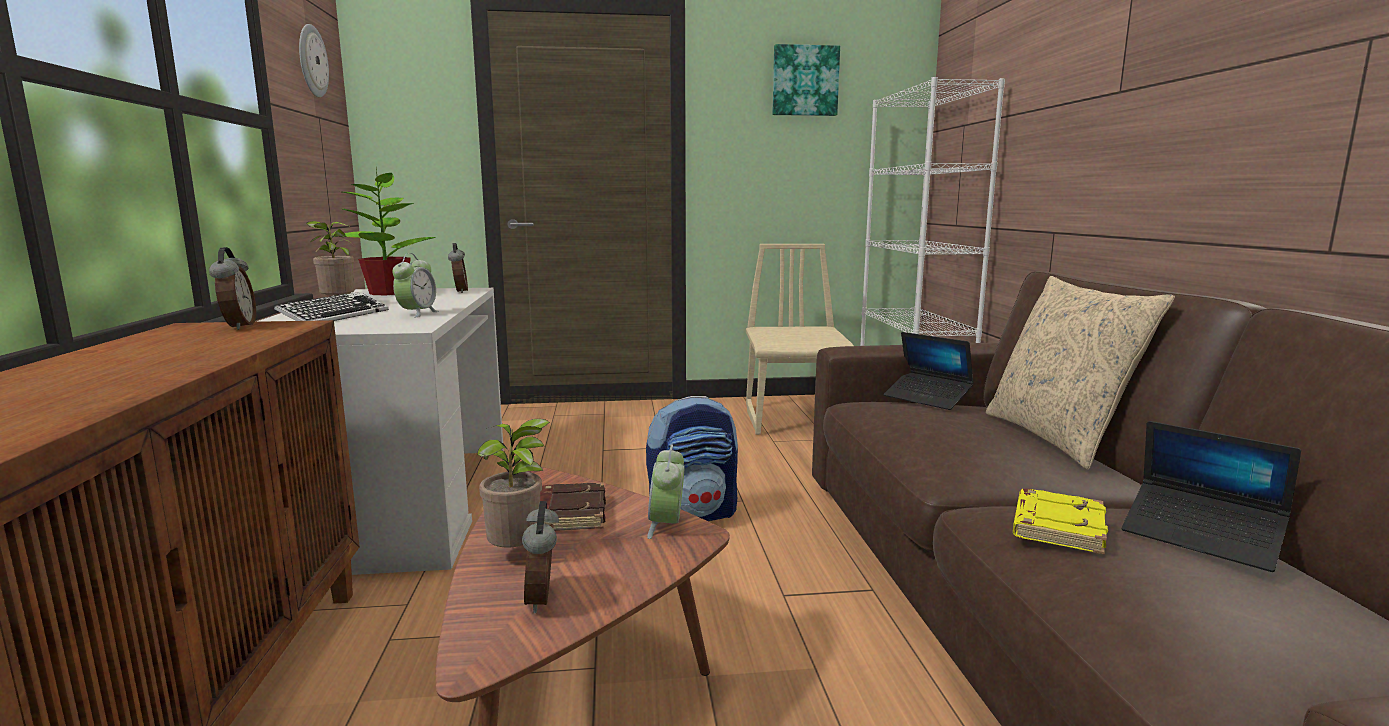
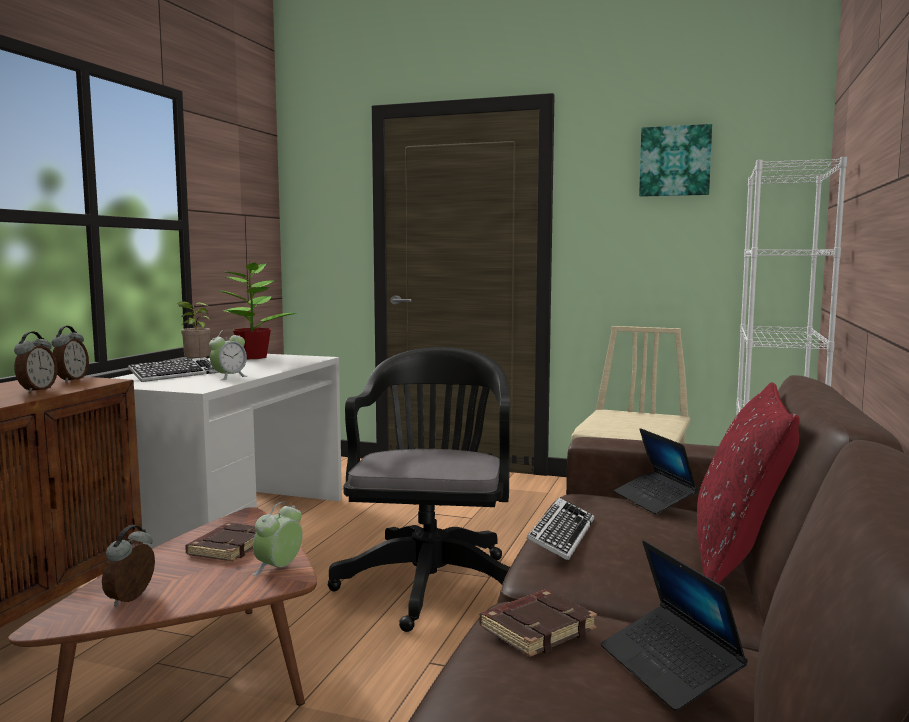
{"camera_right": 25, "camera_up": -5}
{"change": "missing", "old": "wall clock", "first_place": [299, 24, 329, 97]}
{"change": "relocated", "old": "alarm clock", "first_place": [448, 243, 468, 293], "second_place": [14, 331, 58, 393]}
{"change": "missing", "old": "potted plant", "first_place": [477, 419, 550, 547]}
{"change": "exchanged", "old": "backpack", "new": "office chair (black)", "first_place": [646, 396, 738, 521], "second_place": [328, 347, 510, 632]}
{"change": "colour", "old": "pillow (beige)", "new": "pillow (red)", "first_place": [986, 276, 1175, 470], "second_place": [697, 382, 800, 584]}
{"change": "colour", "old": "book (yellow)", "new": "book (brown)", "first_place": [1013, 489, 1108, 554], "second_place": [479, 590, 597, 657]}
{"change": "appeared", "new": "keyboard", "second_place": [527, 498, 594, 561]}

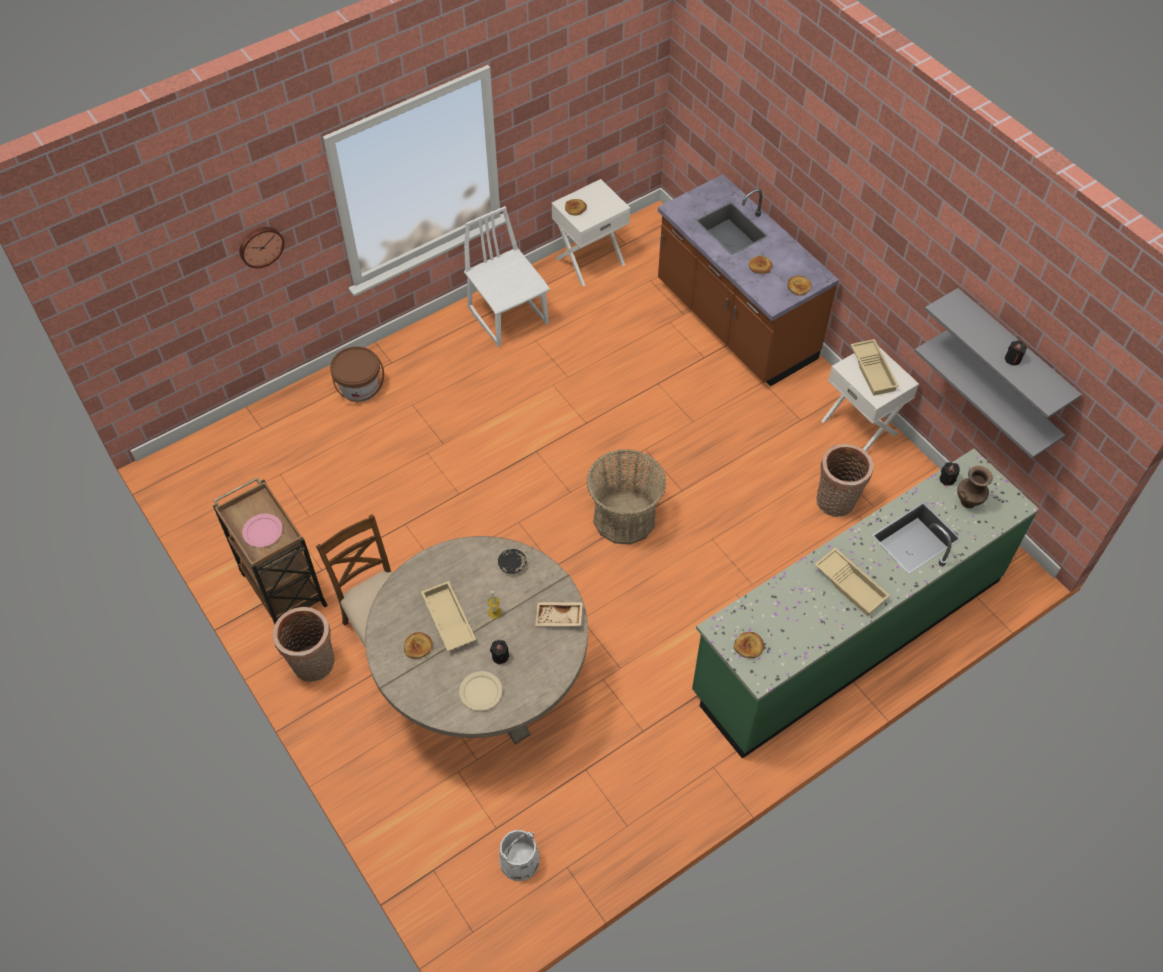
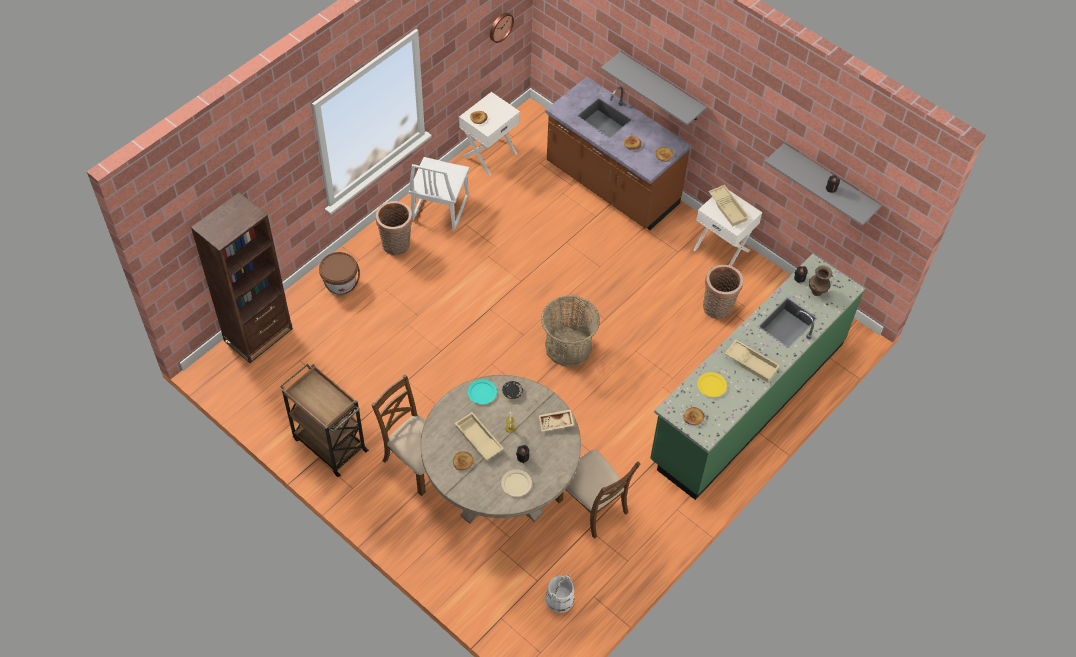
{"camera_right": -15, "camera_up": 0}
{"change": "relocated", "old": "wall clock", "first_place": [240, 227, 285, 268], "second_place": [490, 13, 514, 43]}
{"change": "missing", "old": "plate (pink)", "first_place": [242, 514, 283, 547]}
{"change": "relocated", "old": "basket", "first_place": [273, 607, 335, 682], "second_place": [376, 201, 412, 255]}
{"change": "spun", "old": "chair (white)", "first_place": [464, 206, 550, 347], "second_place": [408, 157, 470, 231], "degrees": -120}
{"change": "relocated", "old": "shelf (grey)", "first_place": [914, 330, 1065, 459], "second_place": [601, 52, 707, 126]}
{"change": "appeared", "new": "bookcase (brown)", "second_place": [191, 192, 293, 363]}
{"change": "appeared", "new": "plate (turquoise)", "second_place": [467, 379, 497, 404]}
{"change": "appeared", "new": "chair (brown)", "second_place": [555, 450, 641, 539]}
{"change": "appeared", "new": "plate (yellow)", "second_place": [697, 372, 727, 397]}

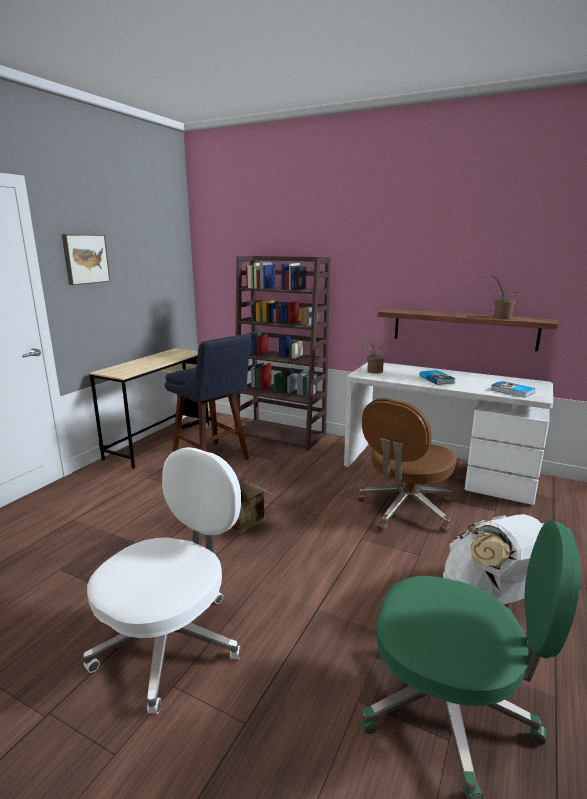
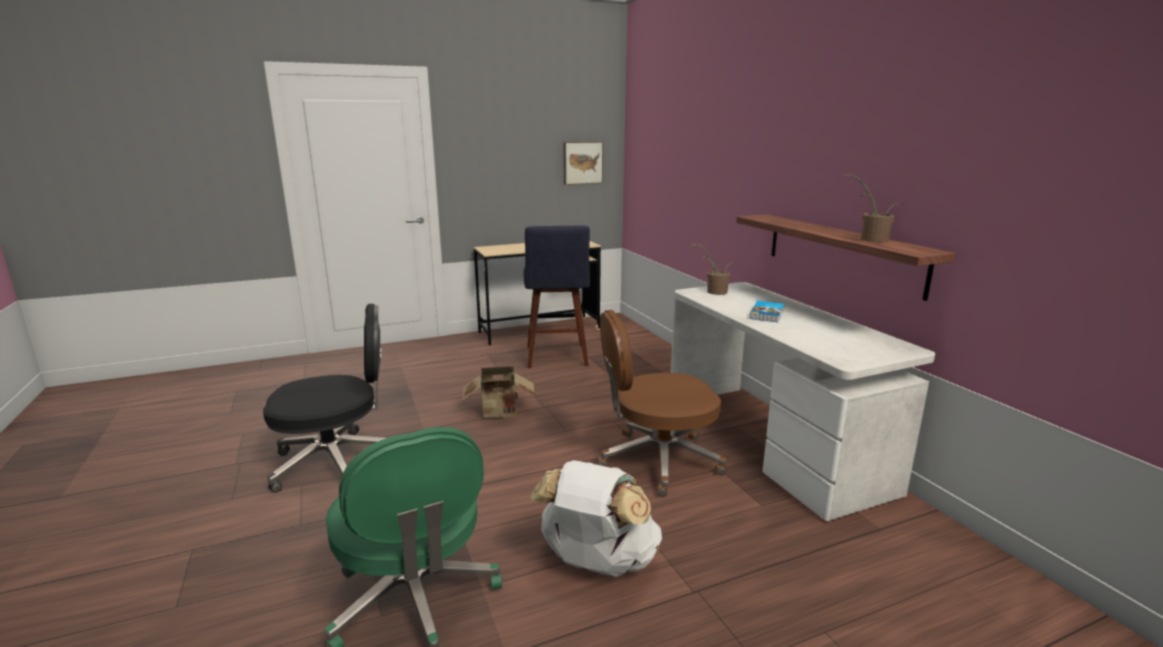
{"camera_right": 40, "camera_up": 0}
{"change": "relocated", "old": "picture", "first_place": [62, 234, 110, 285], "second_place": [563, 142, 603, 185]}
{"change": "colour", "old": "office chair (white)", "new": "office chair (black)", "first_place": [83, 447, 241, 714], "second_place": [263, 304, 386, 493]}
{"change": "missing", "old": "bookcase (brown)", "first_place": [235, 256, 330, 451]}
{"change": "missing", "old": "book", "first_place": [490, 381, 535, 398]}

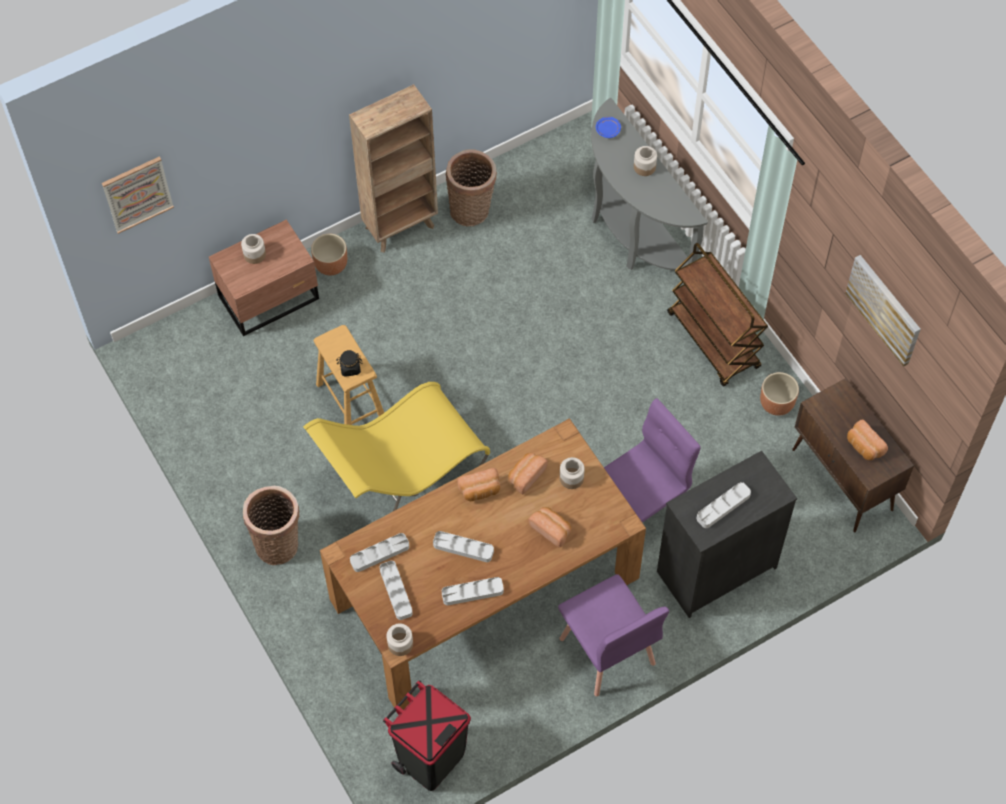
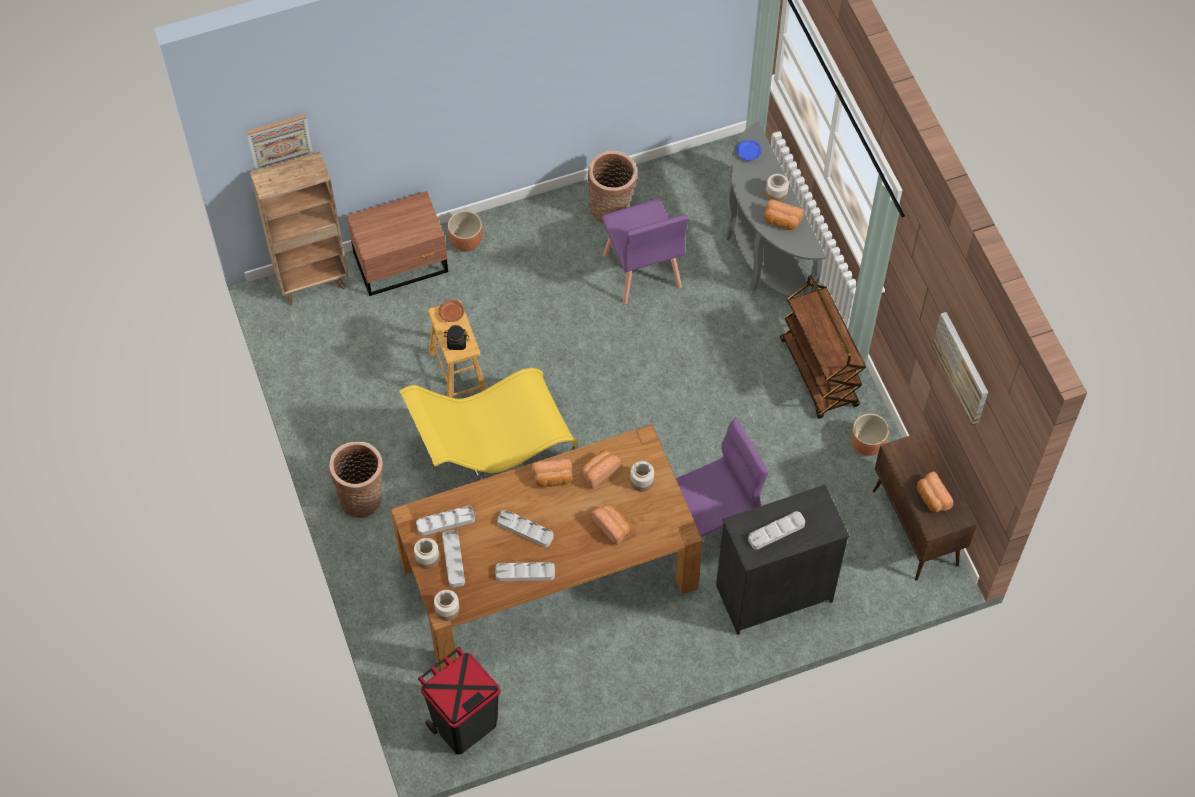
{"camera_right": 10, "camera_up": 0}
{"change": "relocated", "old": "jar", "first_place": [241, 234, 266, 264], "second_place": [414, 538, 439, 569]}
{"change": "relocated", "old": "bookcase (brown)", "first_place": [349, 84, 438, 253], "second_place": [250, 151, 349, 306]}
{"change": "relocated", "old": "chair (purple)", "first_place": [558, 574, 669, 697], "second_place": [602, 200, 688, 304]}
{"change": "appeared", "new": "plate (brown)", "second_place": [439, 300, 464, 322]}
{"change": "appeared", "new": "bread", "second_place": [764, 199, 804, 230]}

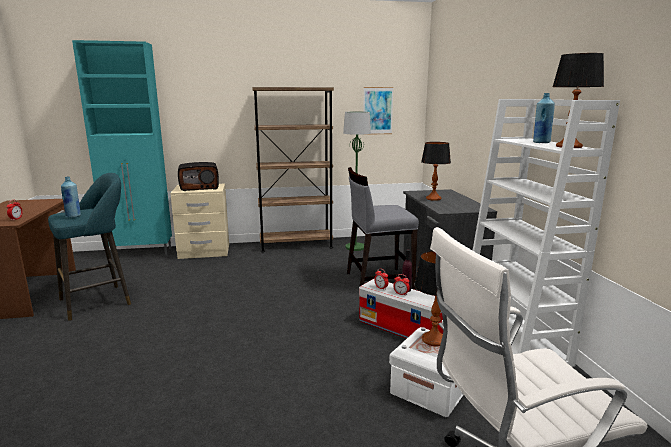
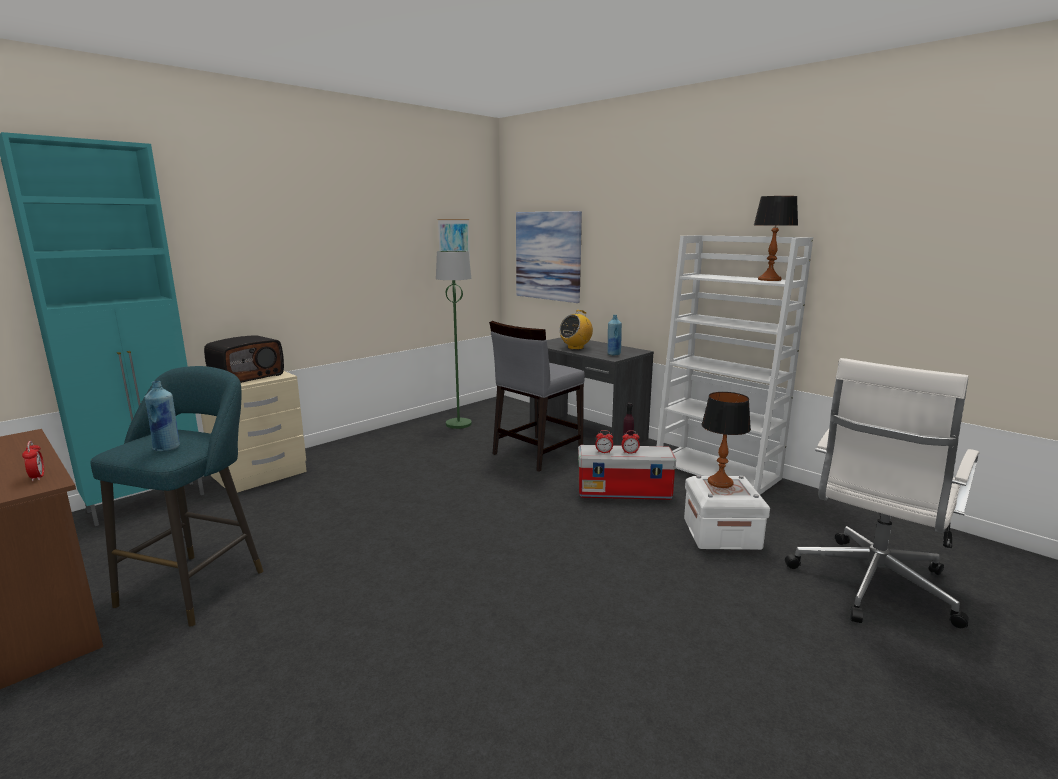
{"camera_right": -35, "camera_up": 0}
{"change": "missing", "old": "bookcase (brown)", "first_place": [252, 87, 334, 252]}
{"change": "exchanged", "old": "table lamp", "new": "radio", "first_place": [421, 142, 451, 201], "second_place": [559, 310, 593, 350]}
{"change": "relocated", "old": "bottle (blue)", "first_place": [533, 93, 555, 143], "second_place": [608, 315, 622, 355]}
{"change": "appeared", "new": "picture", "second_place": [516, 211, 582, 303]}

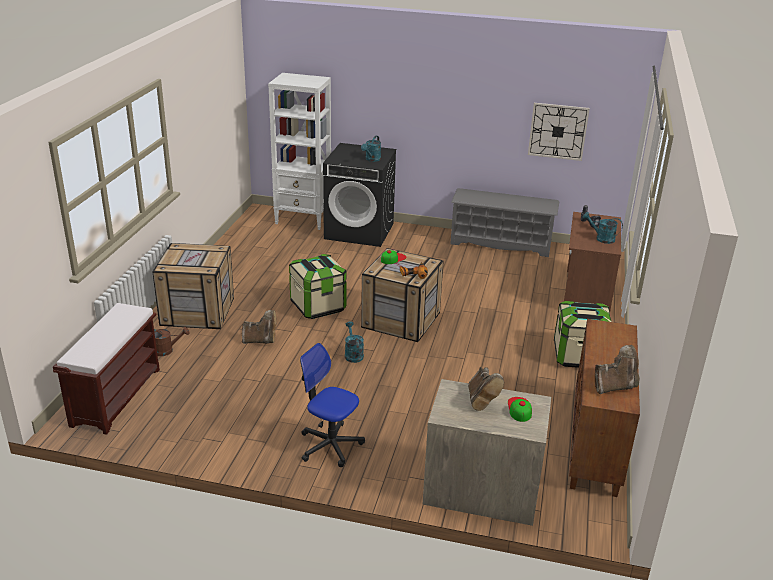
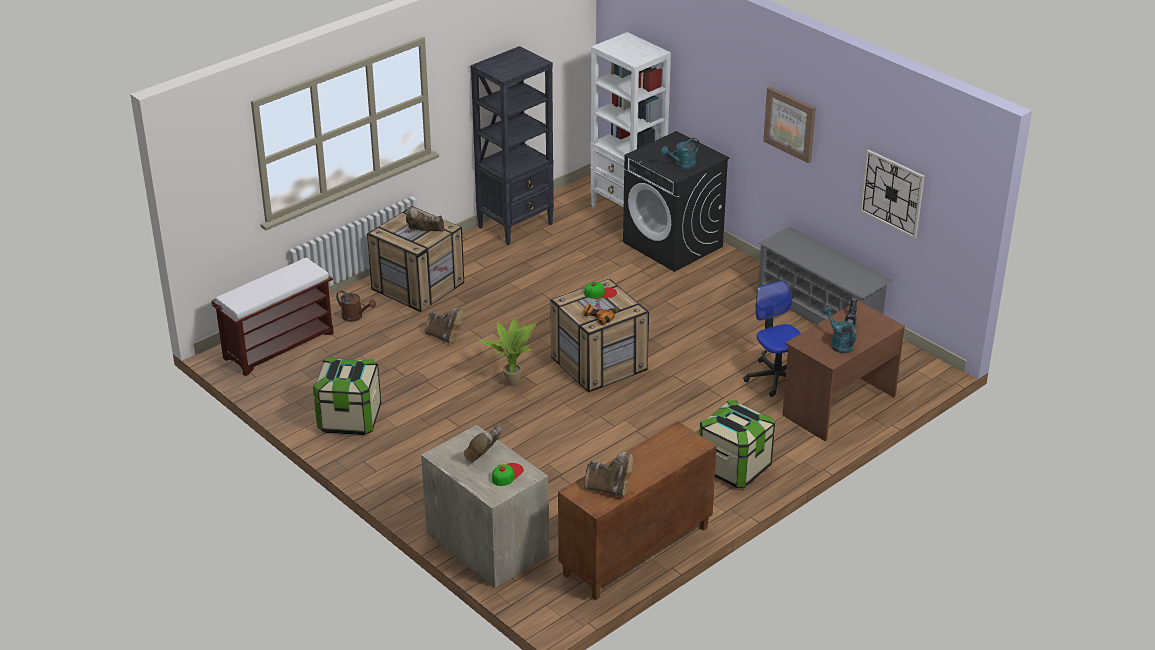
{"camera_right": 35, "camera_up": 5}
{"change": "relocated", "old": "storage box", "first_place": [289, 254, 347, 319], "second_place": [313, 357, 381, 435]}
{"change": "relocated", "old": "office chair", "first_place": [300, 343, 365, 467], "second_place": [743, 280, 801, 397]}
{"change": "exchanged", "old": "watering can (turquoise)", "new": "potted plant", "first_place": [345, 321, 364, 363], "second_place": [479, 317, 538, 386]}
{"change": "appeared", "new": "boot (brown)", "second_place": [406, 207, 444, 232]}
{"change": "appeared", "new": "bookcase (black)", "second_place": [471, 46, 554, 245]}
{"change": "appeared", "new": "picture", "second_place": [763, 87, 816, 163]}

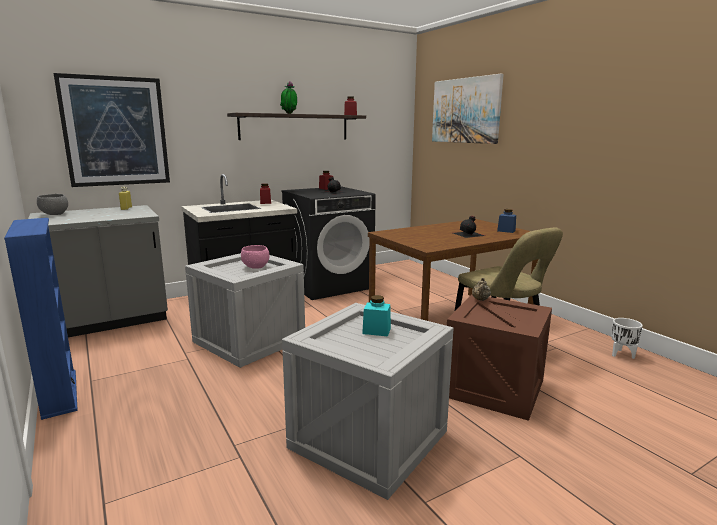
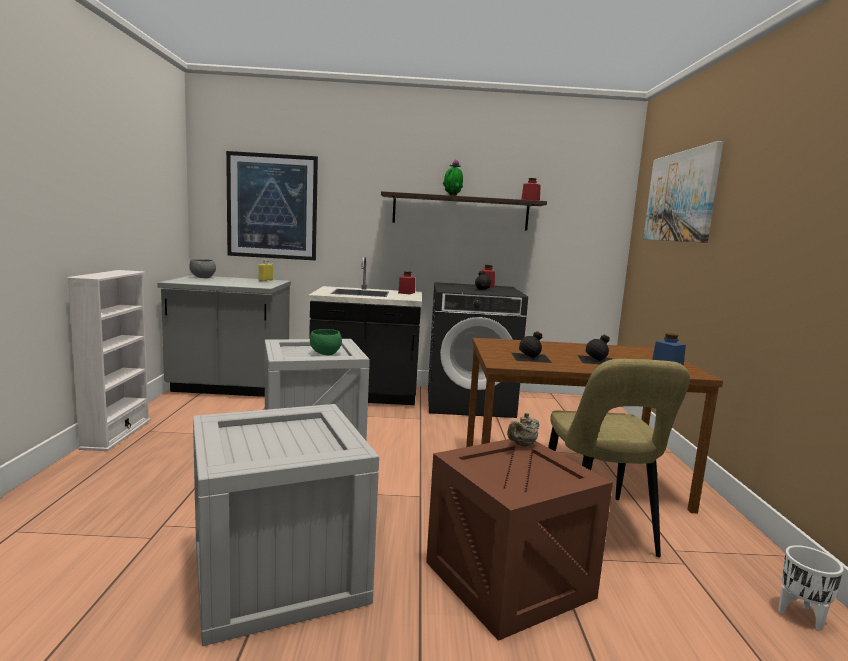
{"camera_right": 30, "camera_up": -5}
{"change": "colour", "old": "bookcase (blue)", "new": "bookcase (white)", "first_place": [4, 218, 78, 420], "second_place": [67, 270, 151, 451]}
{"change": "colour", "old": "bowl (pink)", "new": "bowl (green)", "first_place": [241, 245, 270, 269], "second_place": [310, 329, 342, 355]}
{"change": "missing", "old": "jar (turquoise)", "first_place": [362, 295, 391, 336]}
{"change": "appeared", "new": "bottle (black)", "second_place": [512, 331, 552, 363]}

